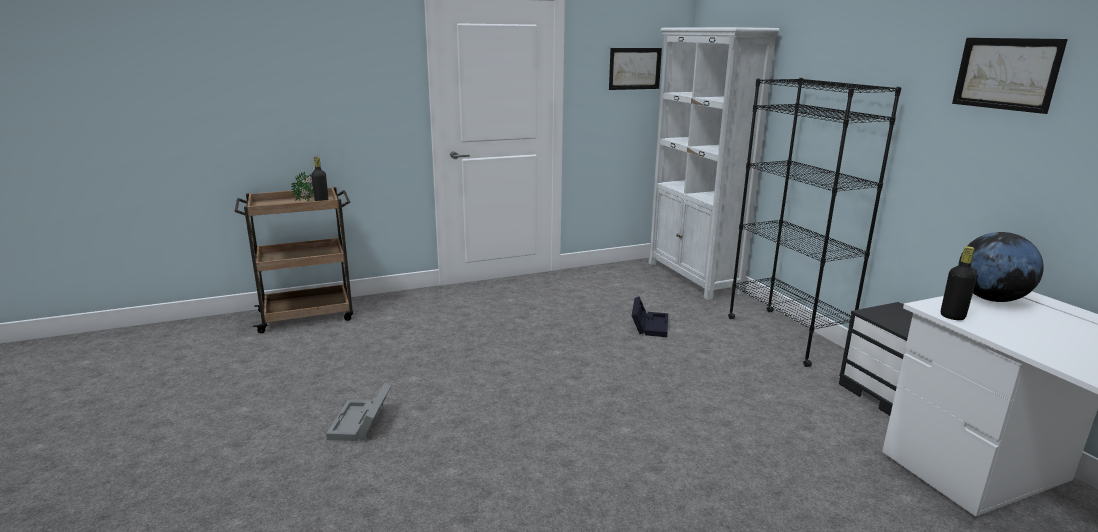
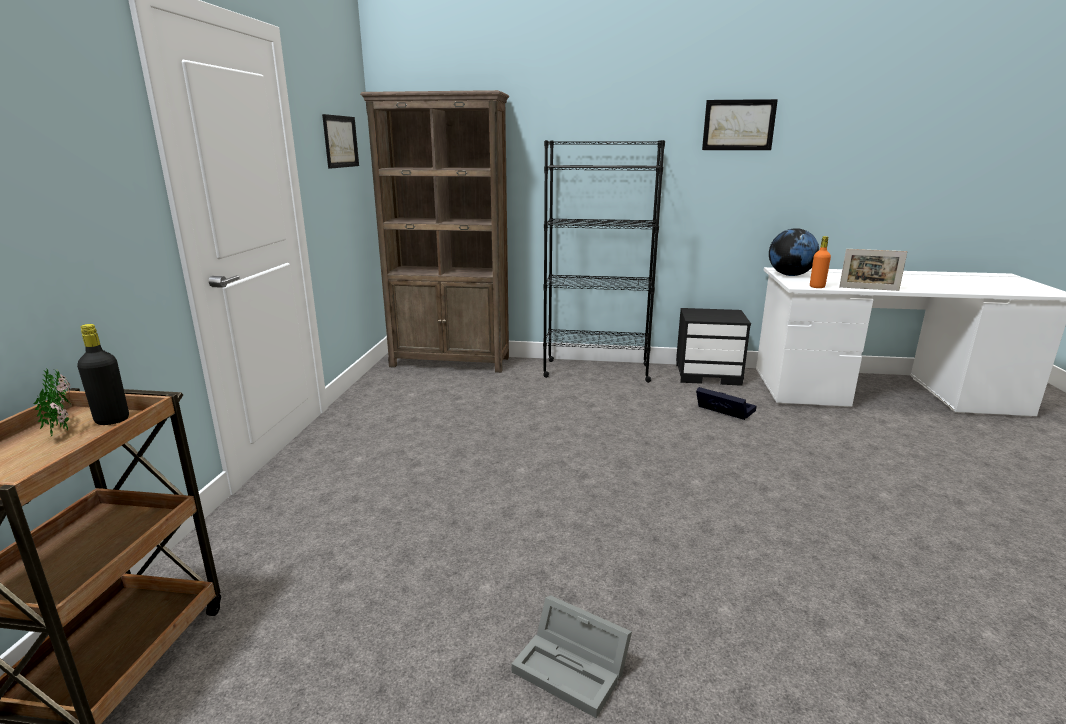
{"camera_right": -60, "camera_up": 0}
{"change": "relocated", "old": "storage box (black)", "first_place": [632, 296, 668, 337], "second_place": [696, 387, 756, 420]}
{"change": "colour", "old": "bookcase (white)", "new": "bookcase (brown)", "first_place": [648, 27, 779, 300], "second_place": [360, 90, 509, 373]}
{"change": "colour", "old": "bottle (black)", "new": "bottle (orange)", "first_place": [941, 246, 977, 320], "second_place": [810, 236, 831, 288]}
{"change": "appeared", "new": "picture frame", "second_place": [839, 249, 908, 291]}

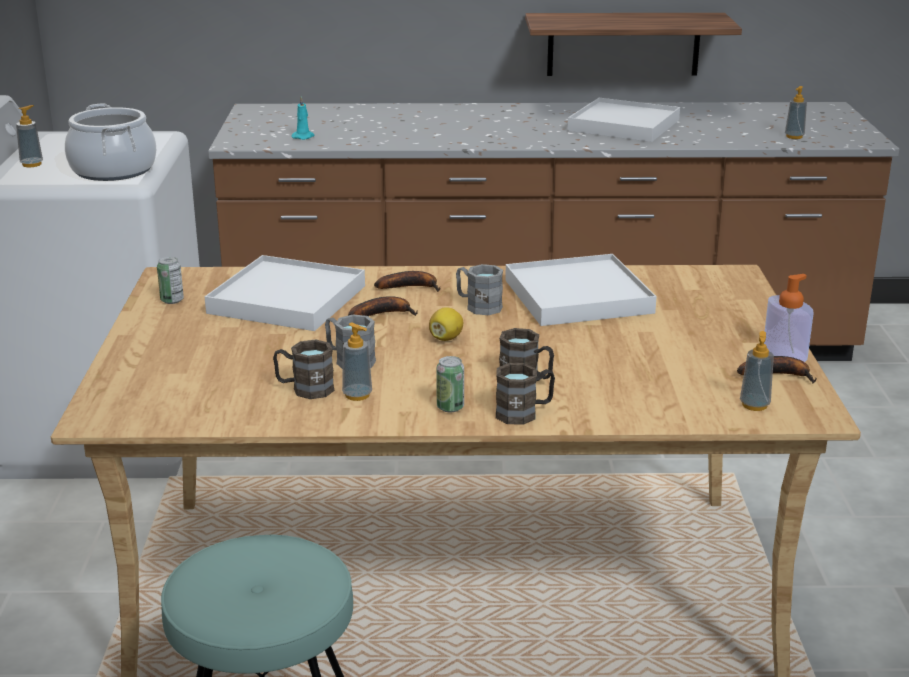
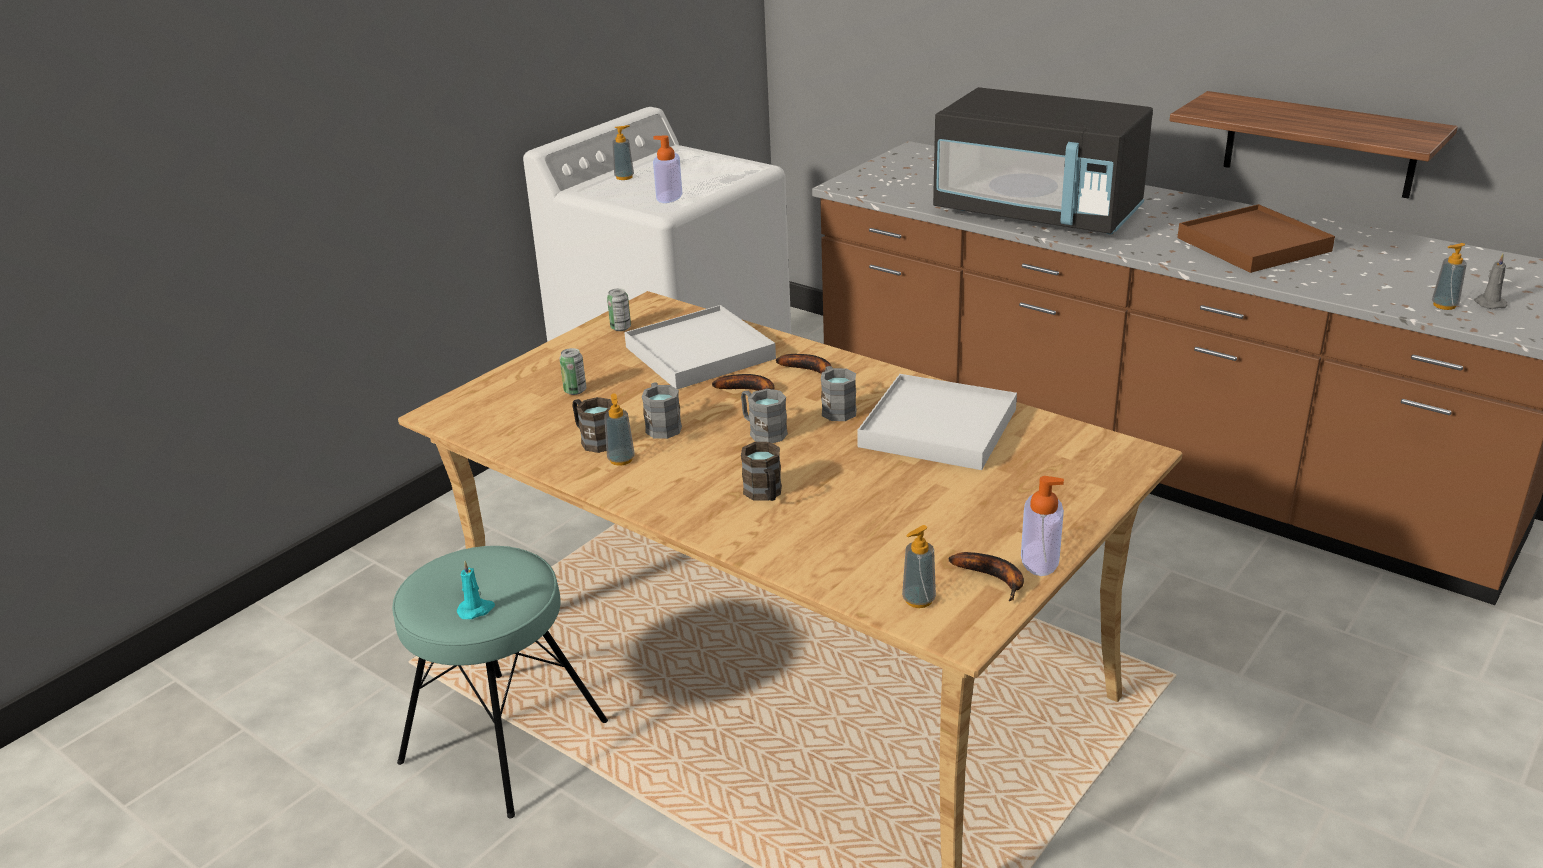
{"camera_right": 40, "camera_up": 5}
{"change": "exchanged", "old": "cooking pot", "new": "soap dispenser", "first_place": [65, 104, 156, 181], "second_place": [653, 135, 682, 203]}
{"change": "relocated", "old": "candle (turquoise)", "first_place": [291, 96, 314, 140], "second_place": [457, 561, 495, 619]}
{"change": "exchanged", "old": "lemon", "new": "mug (grey)", "first_place": [429, 307, 463, 341], "second_place": [741, 389, 788, 443]}
{"change": "relocated", "old": "can", "first_place": [436, 356, 464, 413], "second_place": [559, 348, 586, 395]}
{"change": "missing", "old": "mug (brown)", "first_place": [496, 363, 555, 425]}
{"change": "colour", "old": "tray (white)", "new": "tray (brown)", "first_place": [567, 98, 680, 142], "second_place": [1177, 204, 1335, 273]}
{"change": "appeared", "new": "microwave (black)", "second_place": [933, 87, 1153, 234]}
{"change": "appeared", "new": "candle (grey)", "second_place": [1474, 254, 1508, 309]}

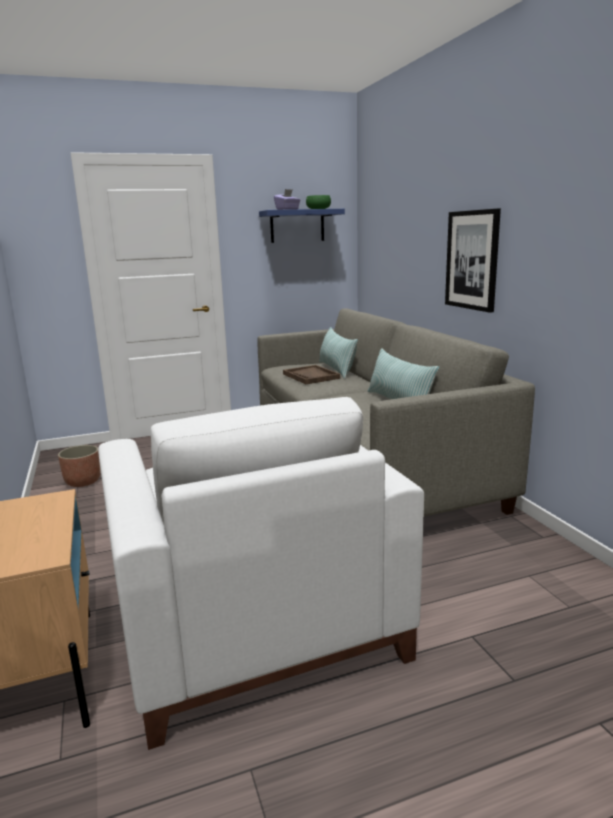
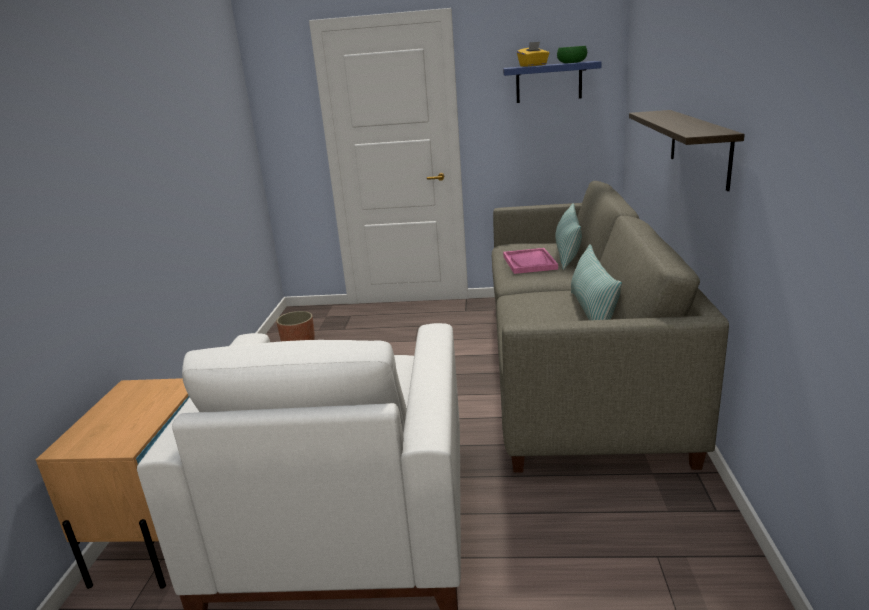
{"camera_right": 25, "camera_up": 5}
{"change": "colour", "old": "tissue box (purple)", "new": "tissue box (yellow)", "first_place": [274, 189, 301, 210], "second_place": [517, 42, 549, 67]}
{"change": "colour", "old": "tray (brown)", "new": "tray (pink)", "first_place": [283, 365, 340, 384], "second_place": [503, 248, 558, 274]}
{"change": "exchanged", "old": "picture", "new": "shelf", "first_place": [445, 208, 501, 313], "second_place": [629, 110, 745, 191]}

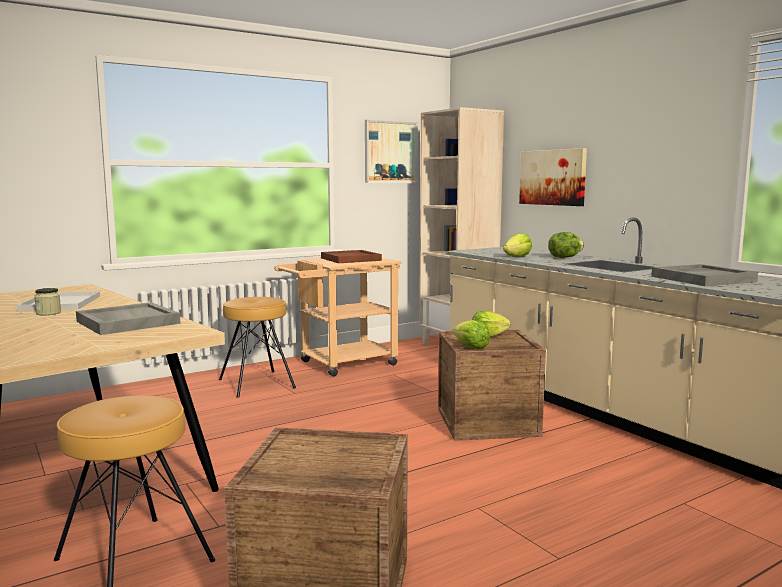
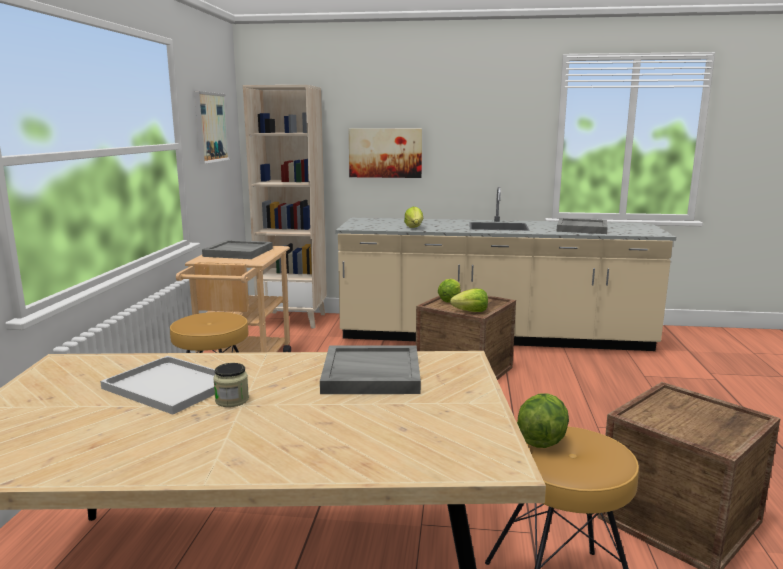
{"camera_right": -50, "camera_up": 5}
{"change": "colour", "old": "tray (brown)", "new": "tray (grey)", "first_place": [321, 250, 382, 263], "second_place": [202, 240, 273, 259]}
{"change": "relocated", "old": "lettuce", "first_place": [548, 232, 584, 258], "second_place": [517, 393, 569, 448]}

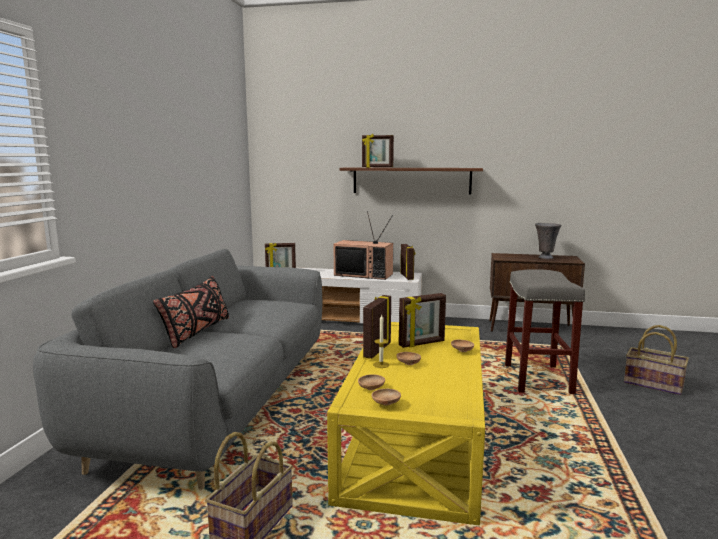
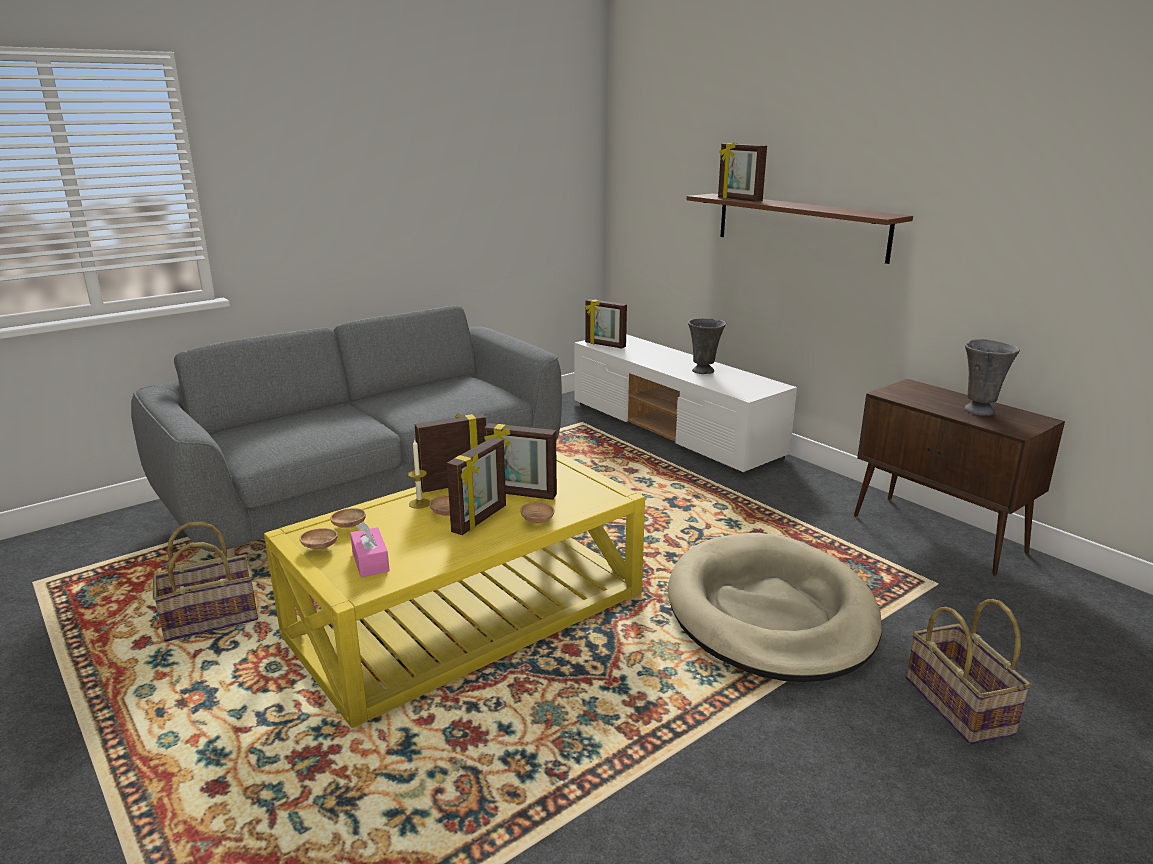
{"camera_right": 40, "camera_up": 10}
{"change": "missing", "old": "pillow (black)", "first_place": [153, 276, 229, 348]}
{"change": "exchanged", "old": "television", "new": "vase (grey)", "first_place": [334, 211, 393, 280], "second_place": [688, 318, 726, 374]}
{"change": "relocated", "old": "picture frame", "first_place": [401, 244, 415, 280], "second_place": [447, 437, 506, 535]}
{"change": "exchanged", "old": "stool (grey)", "new": "dog bed (beige)", "first_place": [505, 269, 585, 394], "second_place": [668, 533, 882, 682]}
{"change": "appeared", "new": "tissue box (pink)", "second_place": [350, 521, 390, 577]}

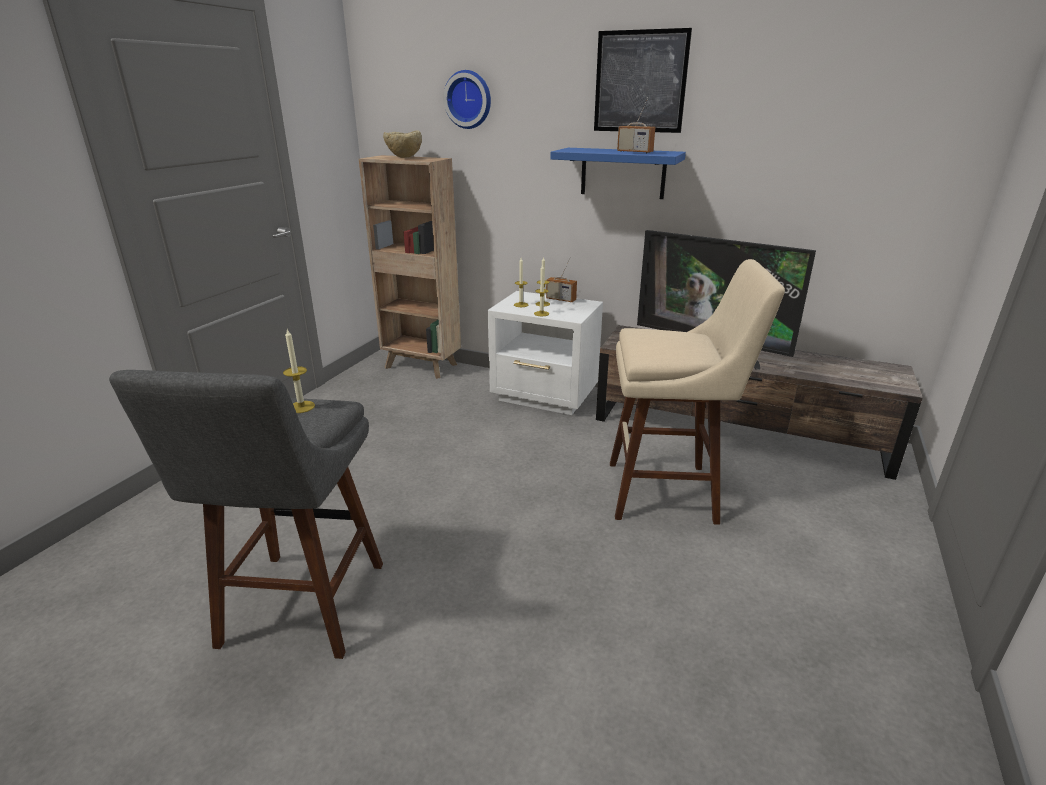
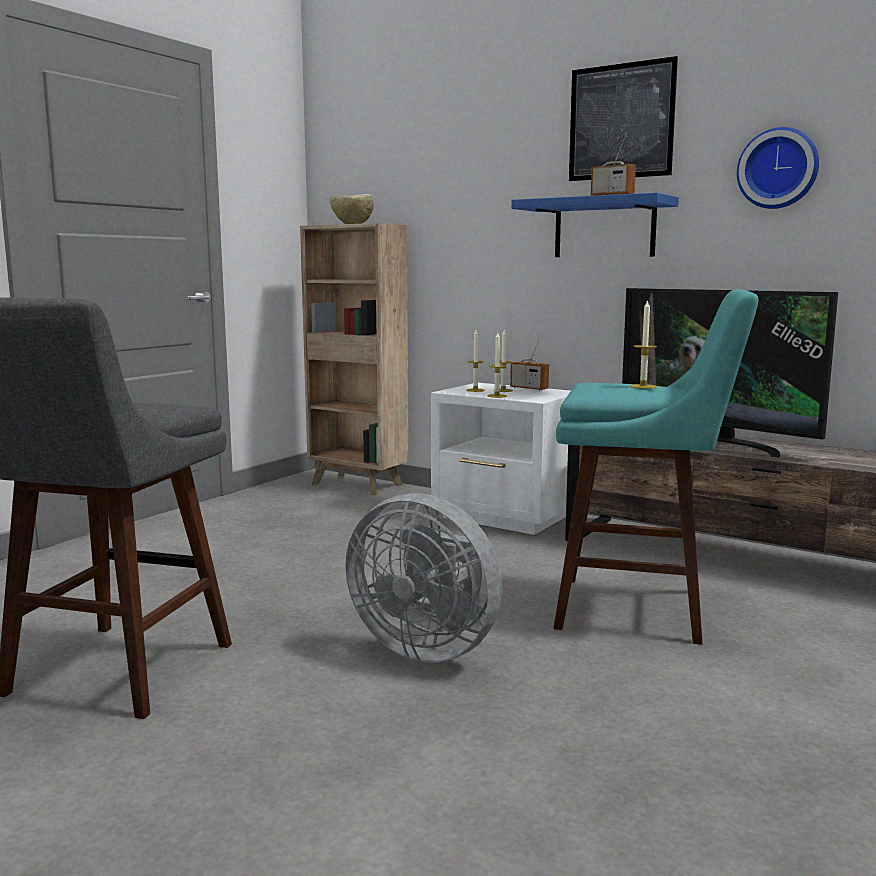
{"camera_right": 10, "camera_up": -15}
{"change": "relocated", "old": "candle", "first_place": [283, 329, 315, 413], "second_place": [630, 299, 657, 389]}
{"change": "relocated", "old": "wall clock", "first_place": [443, 70, 491, 129], "second_place": [737, 127, 819, 209]}
{"change": "colour", "old": "stool (beige)", "new": "stool (turquoise)", "first_place": [610, 259, 785, 525], "second_place": [553, 289, 759, 645]}
{"change": "appeared", "new": "fan (grey)", "second_place": [346, 493, 502, 663]}

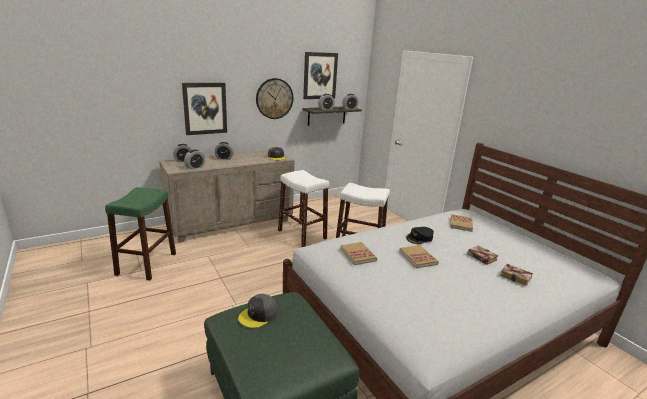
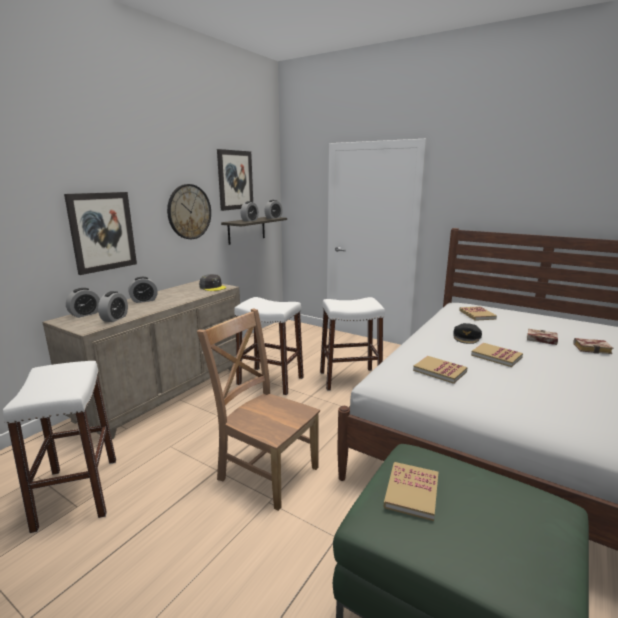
{"camera_right": -25, "camera_up": -5}
{"change": "colour", "old": "stool (green)", "new": "stool (white)", "first_place": [105, 187, 176, 280], "second_place": [3, 361, 116, 533]}
{"change": "exchanged", "old": "cap (grey)", "new": "book", "first_place": [238, 294, 278, 328], "second_place": [384, 462, 438, 521]}
{"change": "appeared", "new": "chair (brown)", "second_place": [197, 308, 320, 511]}

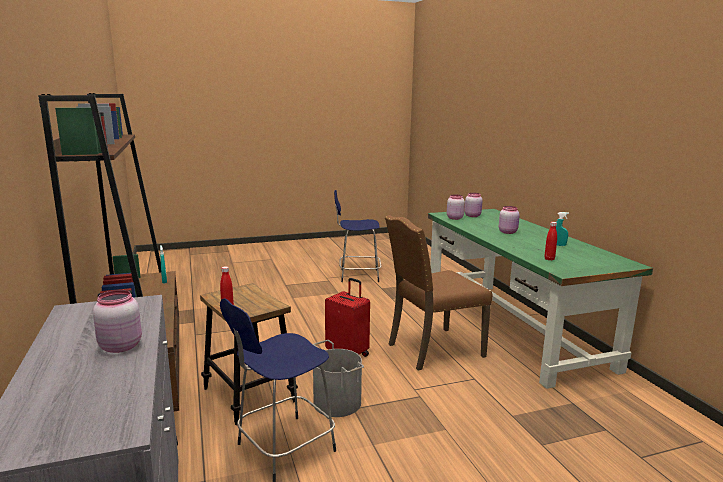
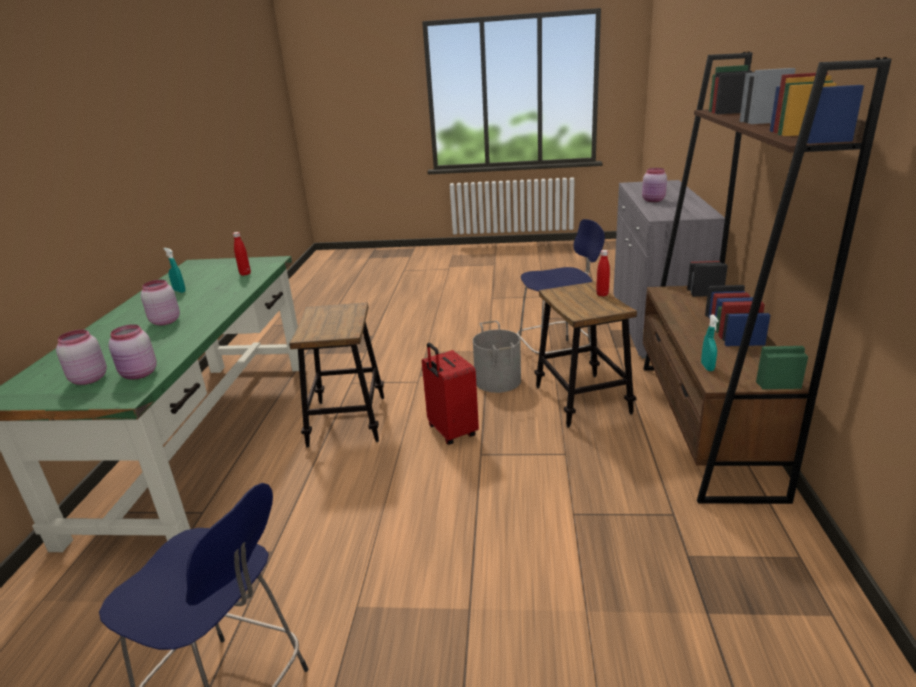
{"camera_right": -155, "camera_up": 10}
{"change": "exchanged", "old": "chair (brown)", "new": "stool", "first_place": [385, 215, 493, 370], "second_place": [289, 302, 384, 448]}

